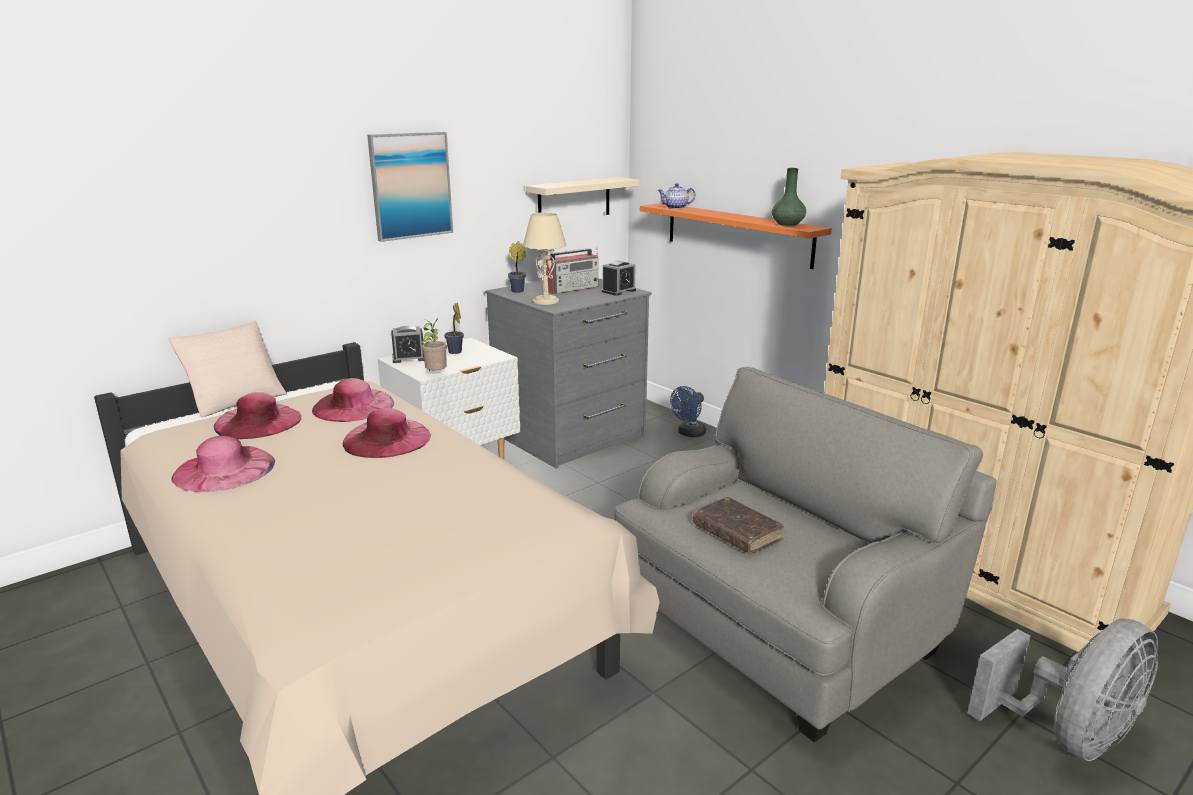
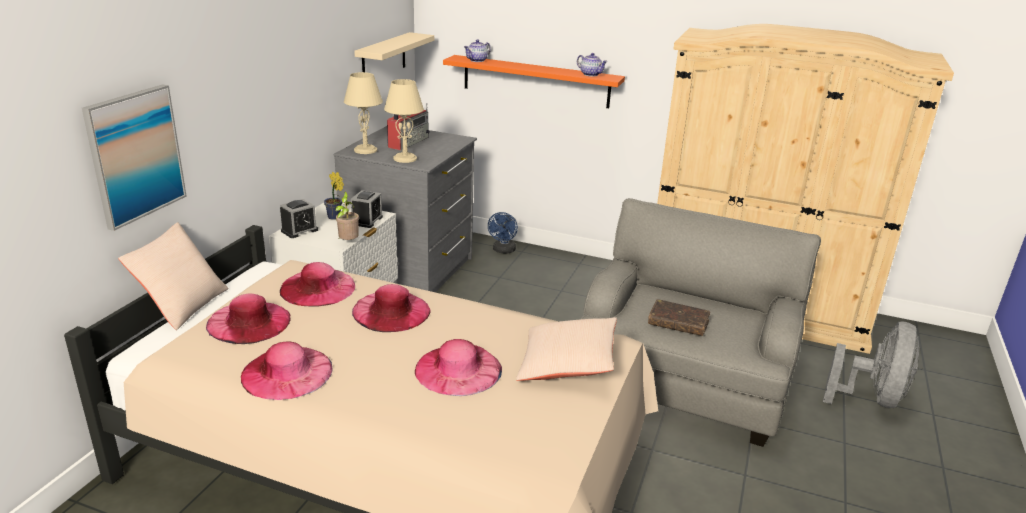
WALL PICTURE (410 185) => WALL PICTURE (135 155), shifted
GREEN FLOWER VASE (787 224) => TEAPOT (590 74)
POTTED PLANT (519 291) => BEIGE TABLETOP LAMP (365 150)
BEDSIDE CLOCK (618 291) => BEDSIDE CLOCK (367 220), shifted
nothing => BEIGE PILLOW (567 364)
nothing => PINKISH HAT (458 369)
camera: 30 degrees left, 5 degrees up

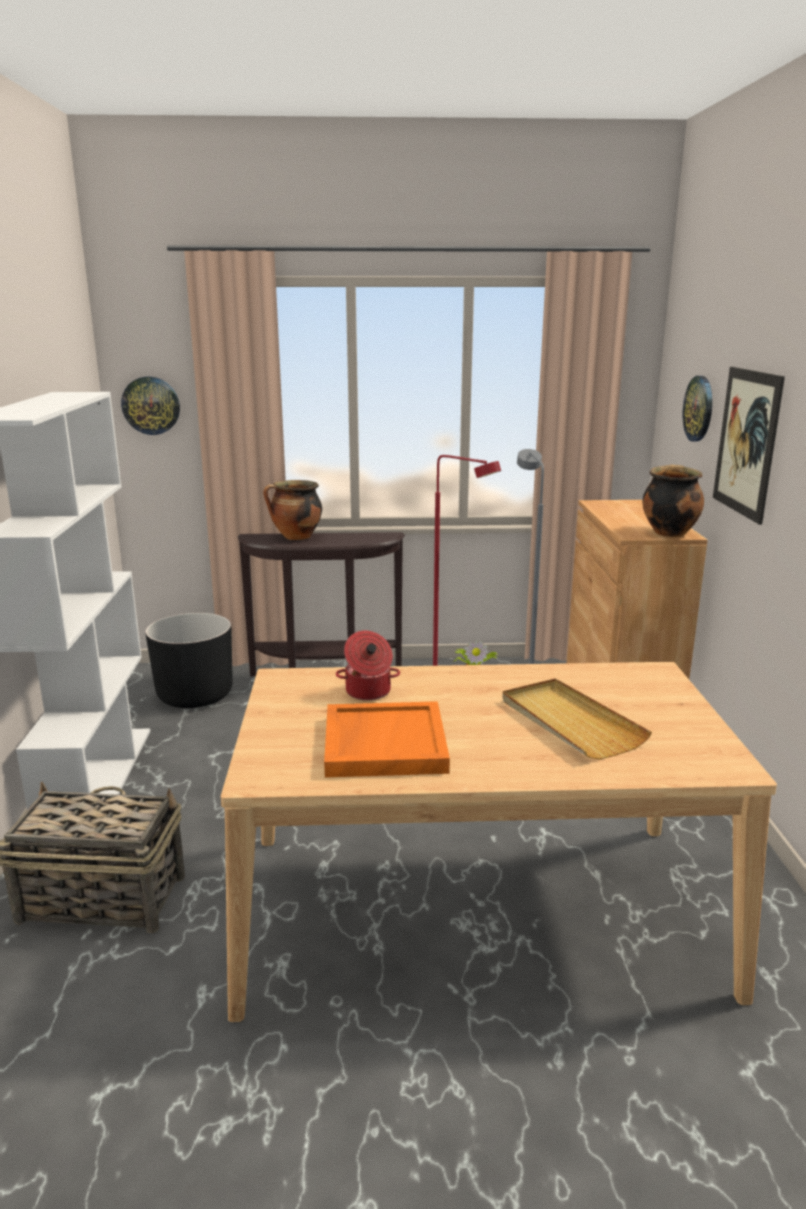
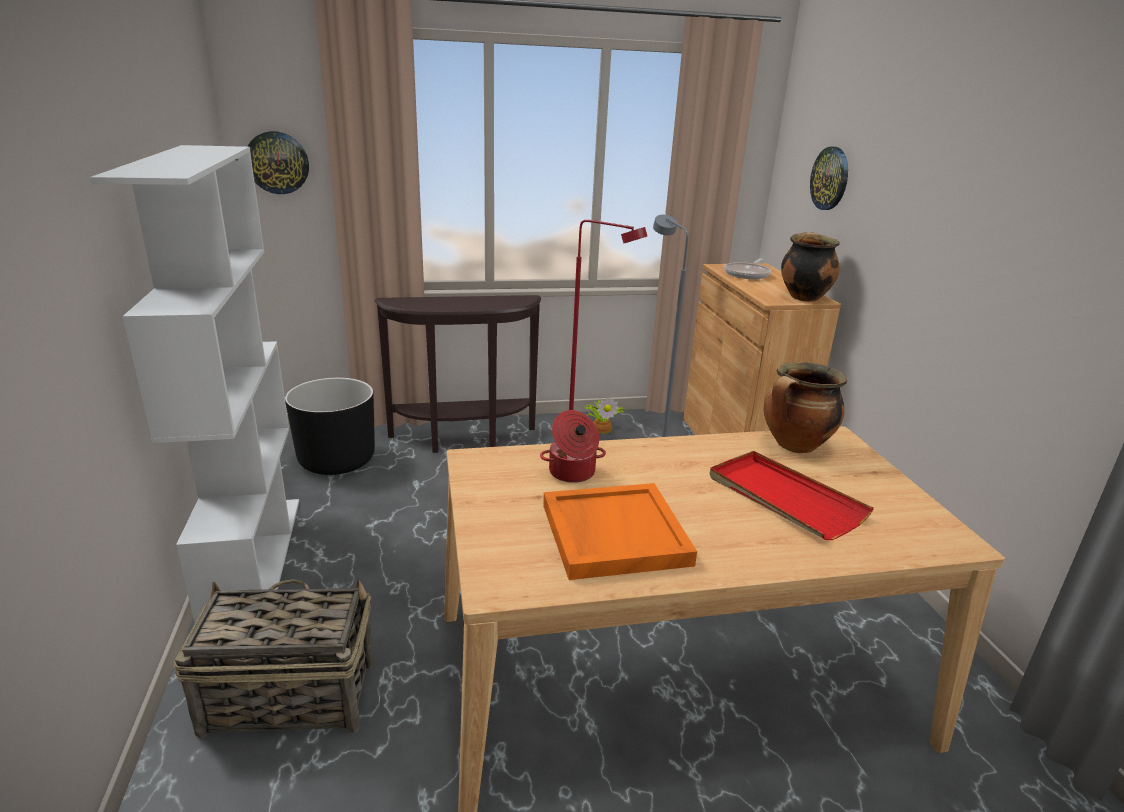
WALL PICTURE (746 442) => nothing
SAUCEPOT (296 537) => SAUCEPOT (795 446), shifted
BEIGE SERVING TRAY (570 722) => RED SERVING TRAY (784 498)
nothing => SKILLET (747 274)
camera: 10 degrees left, 5 degrees up

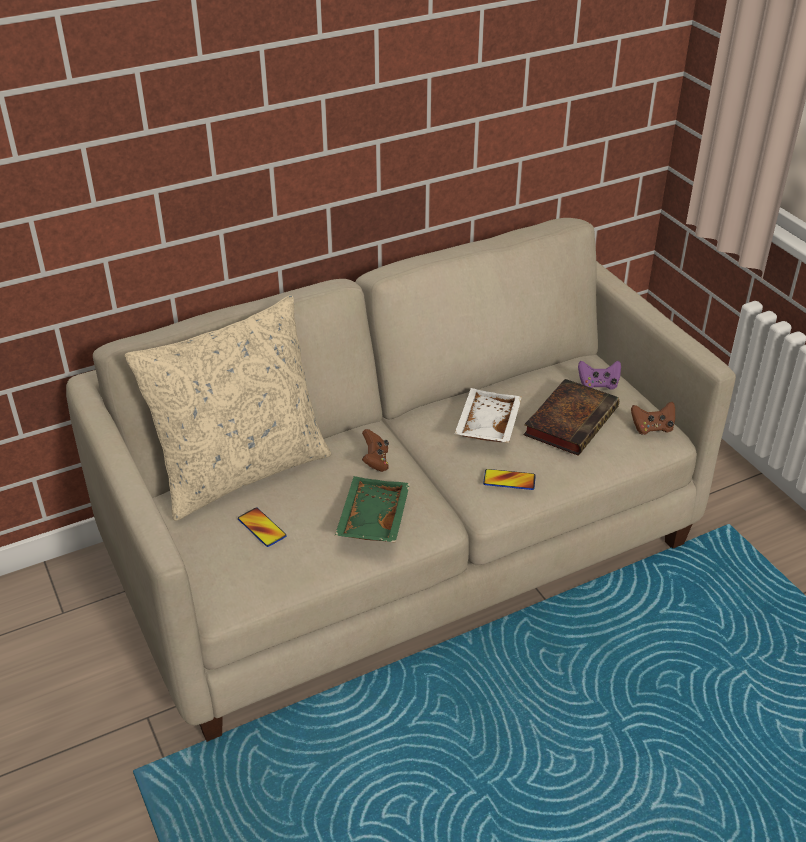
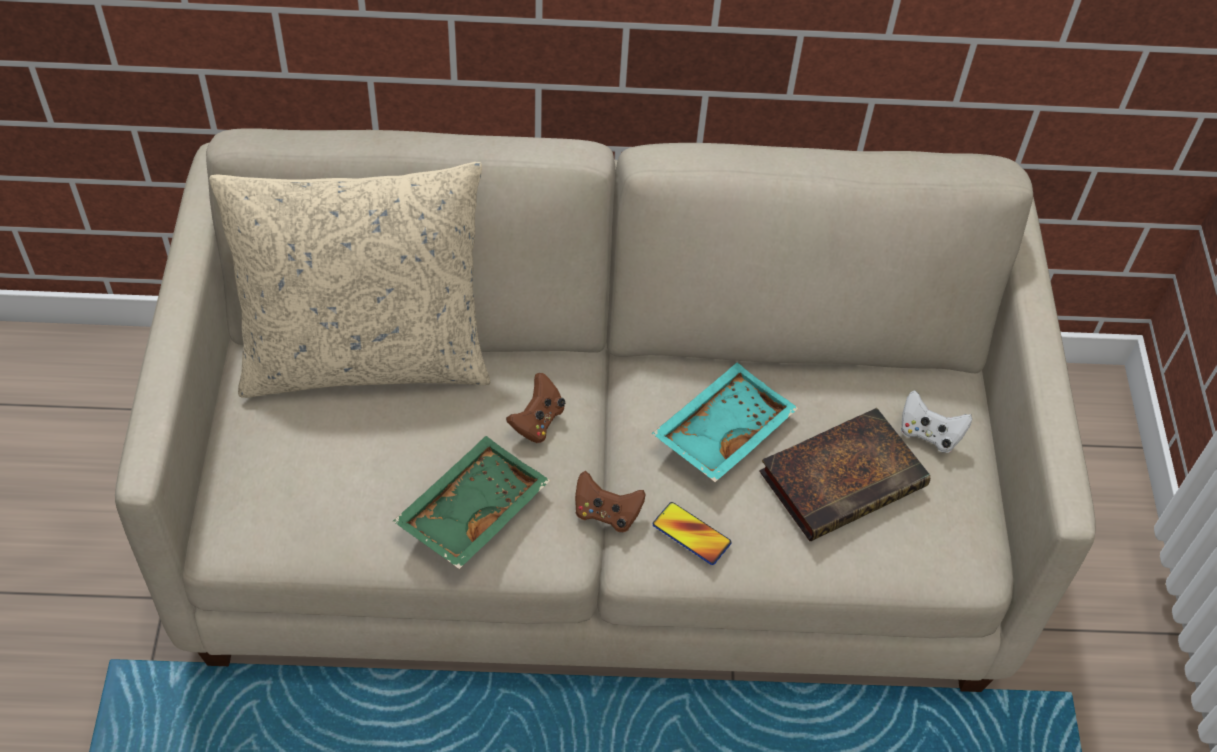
PURPLISH GAME CONTROLLER (598 385) => WHITISH GAME CONTROLLER (929 434)
WHITISH SERVING TRAY (486 425) => TURQUOISE-COLOURED SERVING TRAY (721 430)
BROWN GAME CONTROLLER (652 428) => BROWN GAME CONTROLLER (606 513), shifted
PHONE (262 528) => nothing
camera: 25 degrees right, 15 degrees up

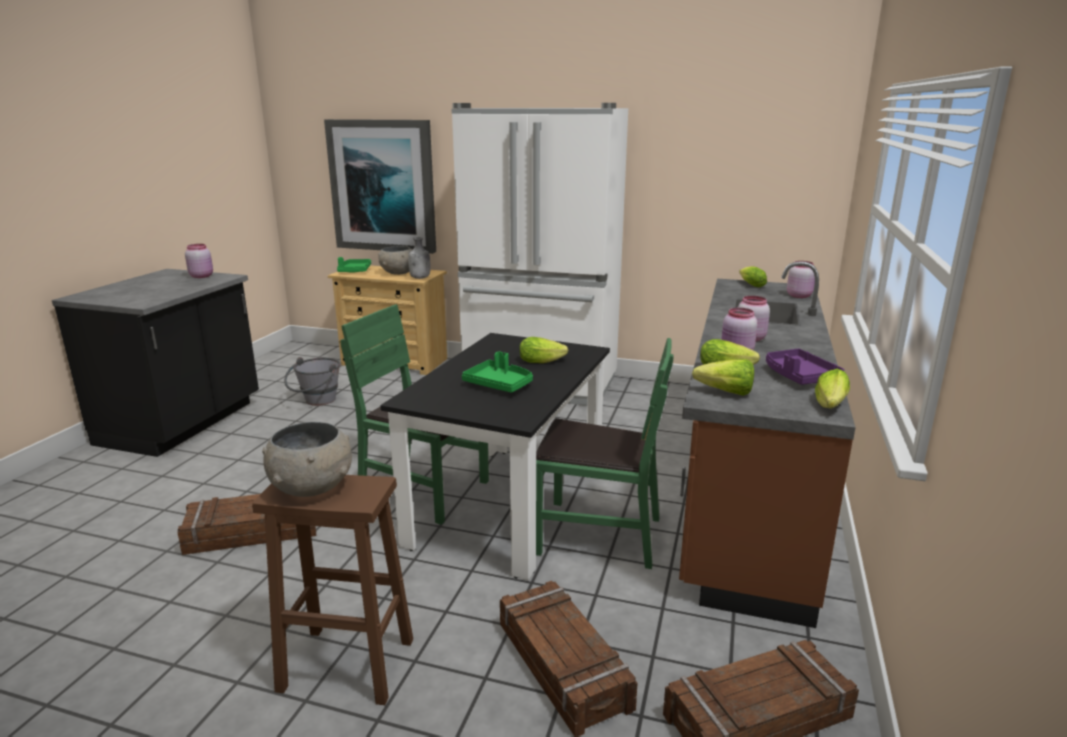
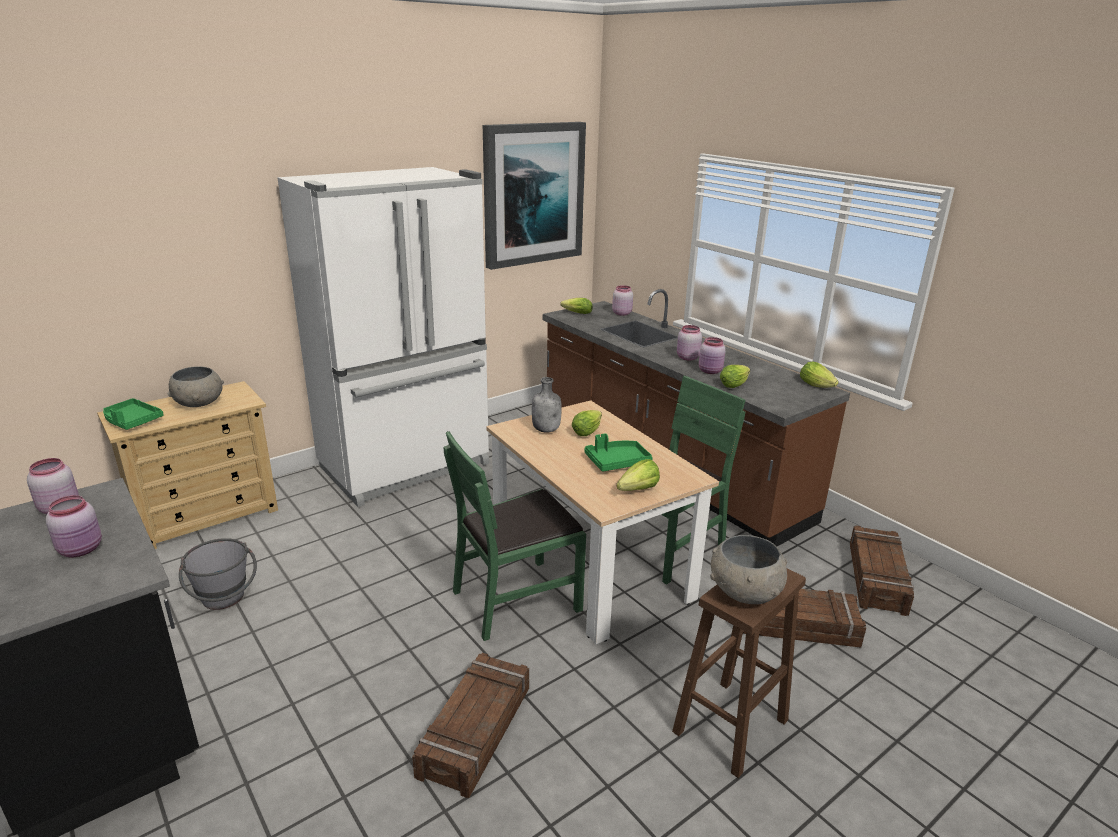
WALL PICTURE (383 186) => WALL PICTURE (532 194), shifted
GREY BEVERAGE BOTTLE (420 278) => GREY BEVERAGE BOTTLE (546 429), shifted
BLACK KITCHEN TABLE (509 506) => BEIGE KITCHEN TABLE (589 567)
PURPLISH SERVING TRAY (799 376) => nothing
HEAD OF LETTUCE (721 391) => HEAD OF LETTUCE (634 491), shifted
nothing => PINKISH JAR (82 549)
camera: 55 degrees left, 5 degrees up

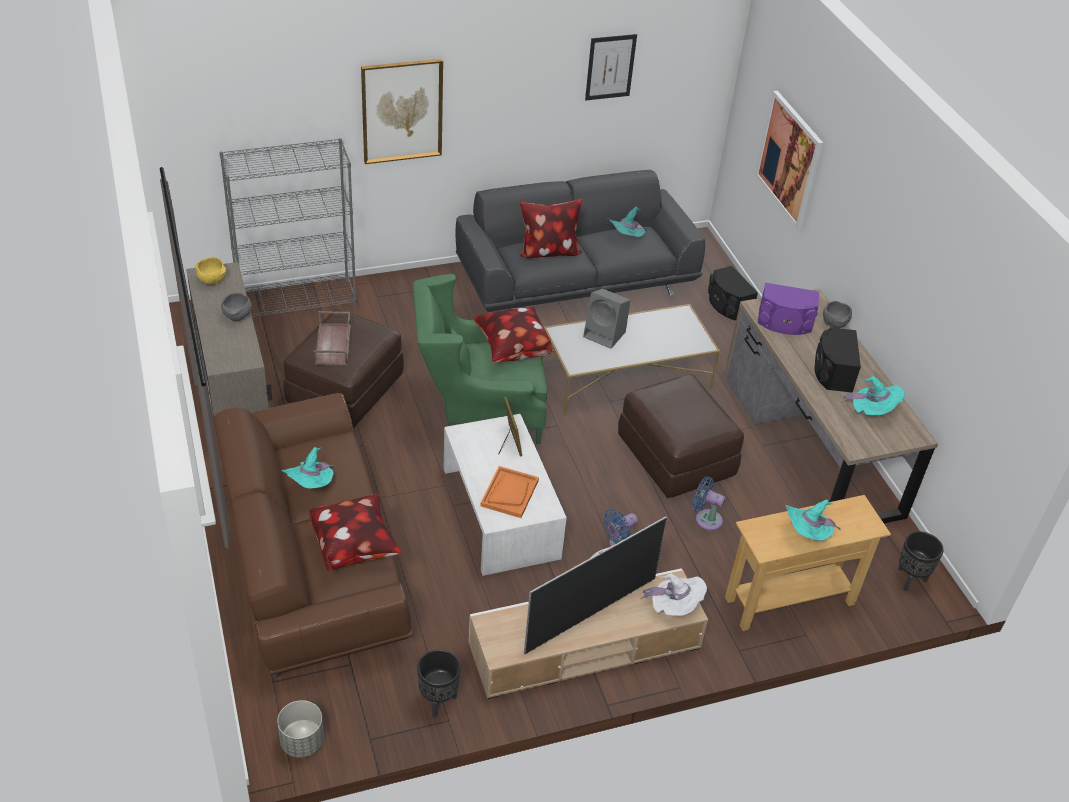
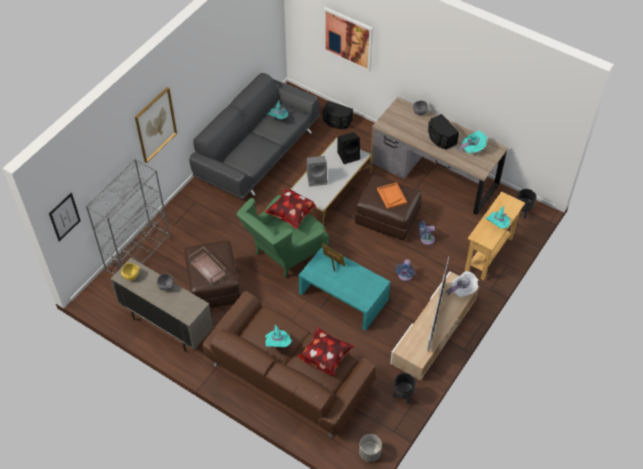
WALL PICTURE (610 67) => WALL PICTURE (64 217), shifted
PILLOW (548 251) => nothing
PURPLISH LOUDSPEAKER (784 322) => nothing
WHITISH COFFEE TABLE (499 513) => TURQUOISE-COLOURED COFFEE TABLE (343 297)
ORANGE SERVING TRAY (509 493) => ORANGE SERVING TRAY (391 196), shifted
nothing => BLACK LOUDSPEAKER (349 155)
camera: 35 degrees left, 10 degrees up

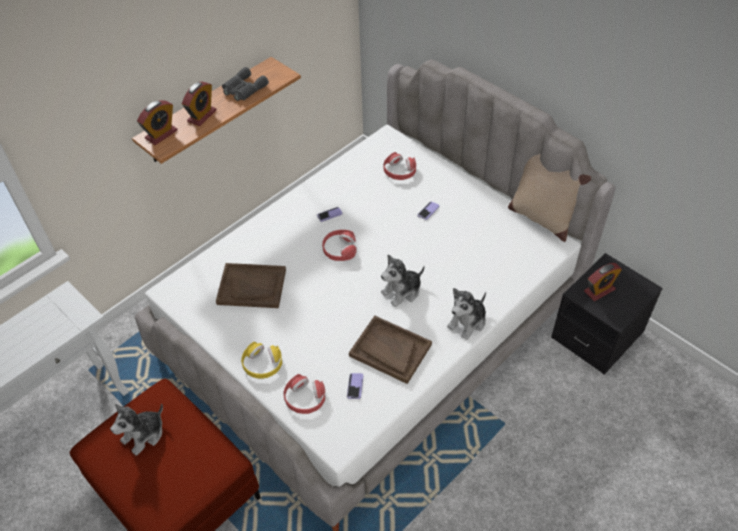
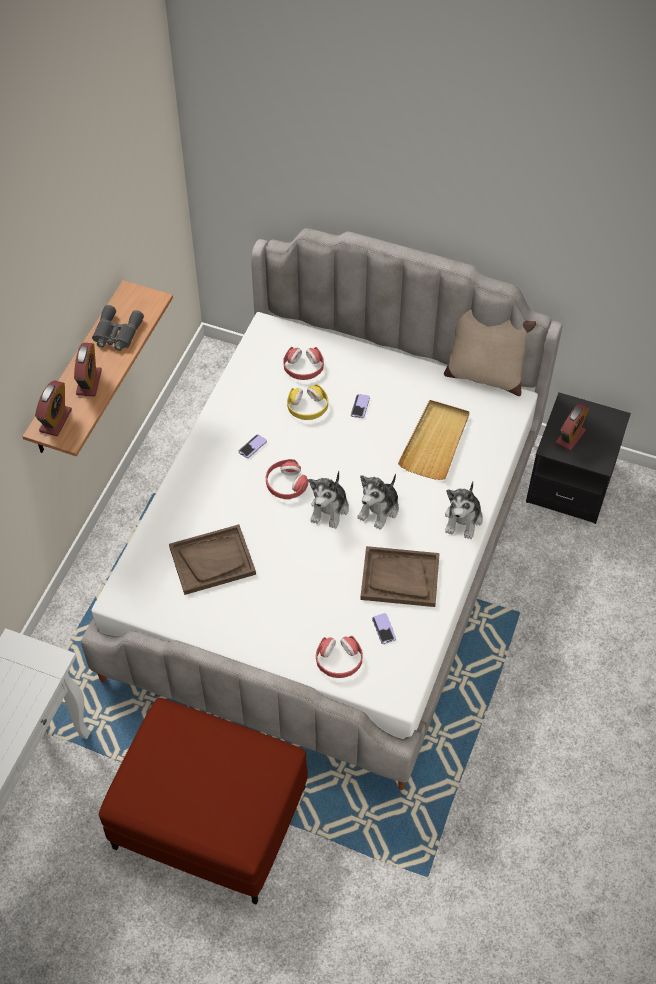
YELLOW PAIR OF HEADPHONES (262 364) => YELLOW PAIR OF HEADPHONES (307 407), shifted
PLUSH TOY (144 434) => PLUSH TOY (329 509), shifted
nothing => BEIGE SERVING TRAY (435 442)
camera: 25 degrees left, 5 degrees up

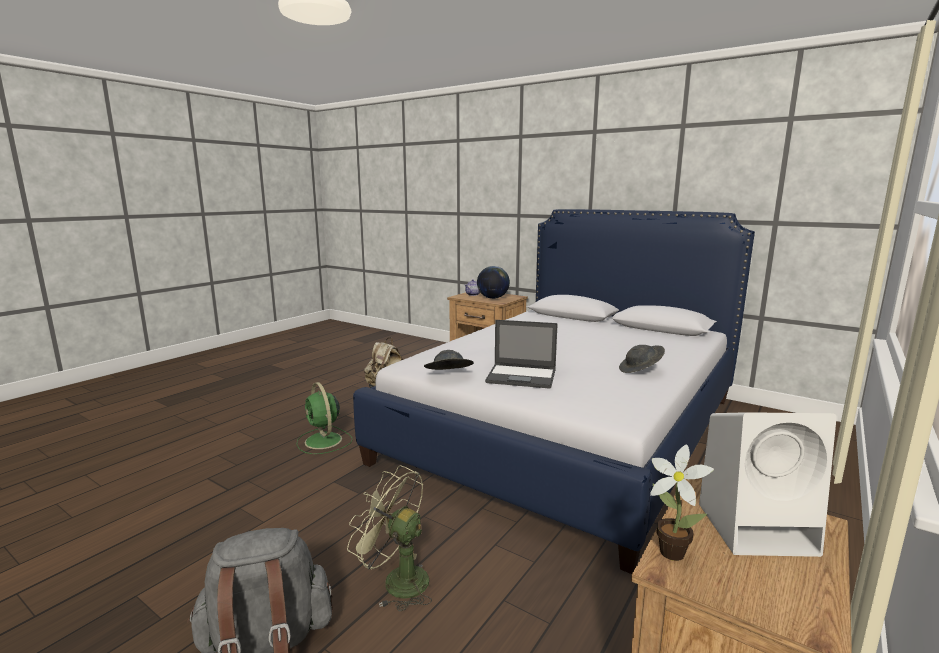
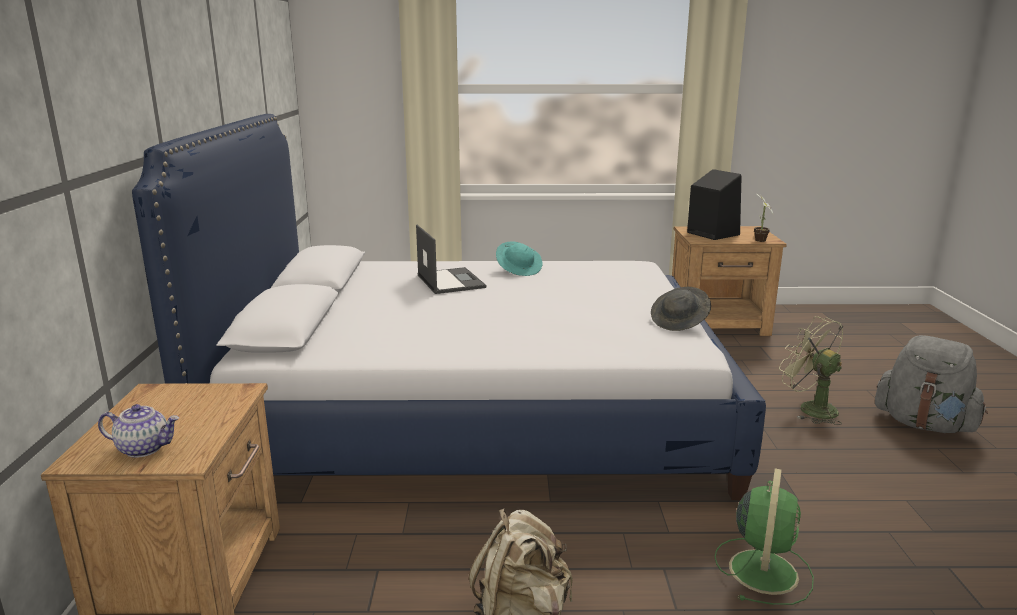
DESK GLOBE (493 298) => nothing
LAPTOP (522 376) => LAPTOP (450 281), shifted
GREY HAT (640 370) => TURQUOISE-COLOURED HAT (519 270)
WHITISH LOUDSPEAKER (758 528) => BLACK LOUDSPEAKER (711 233)
GREEN COOLING FAN (397 580) => GREEN COOLING FAN (810 408), 150 degrees clockwise
camera: 125 degrees left, 5 degrees up

